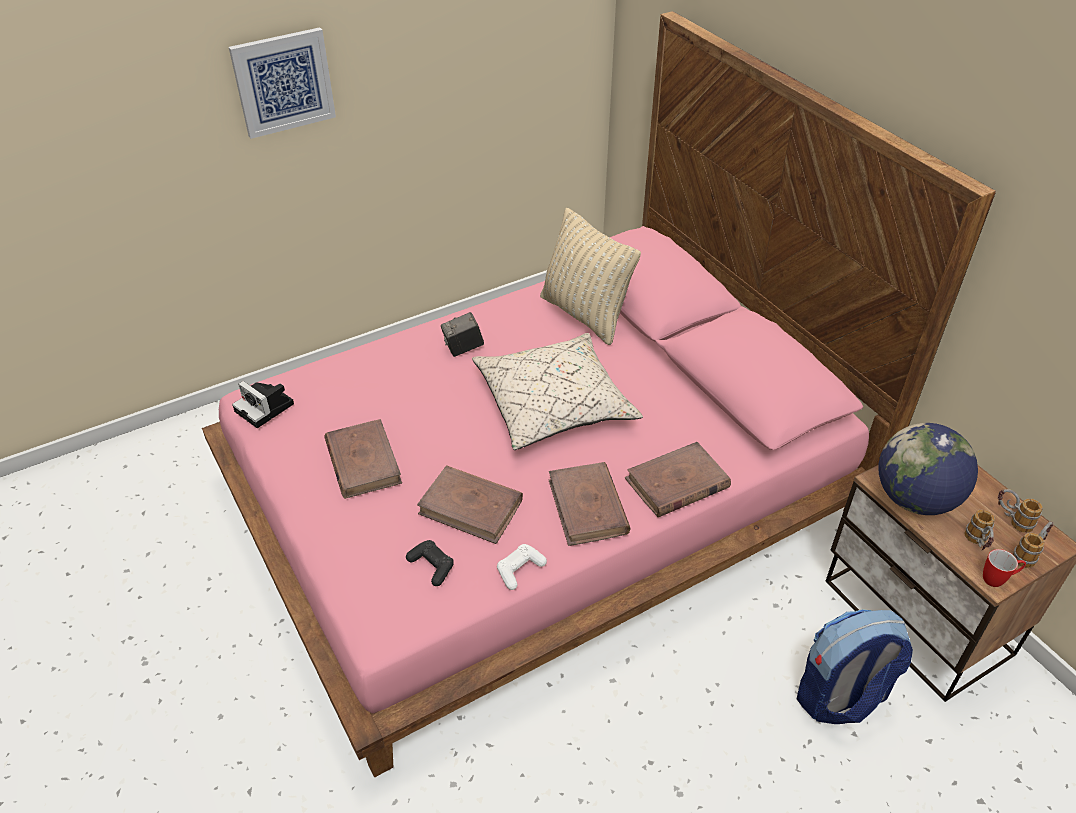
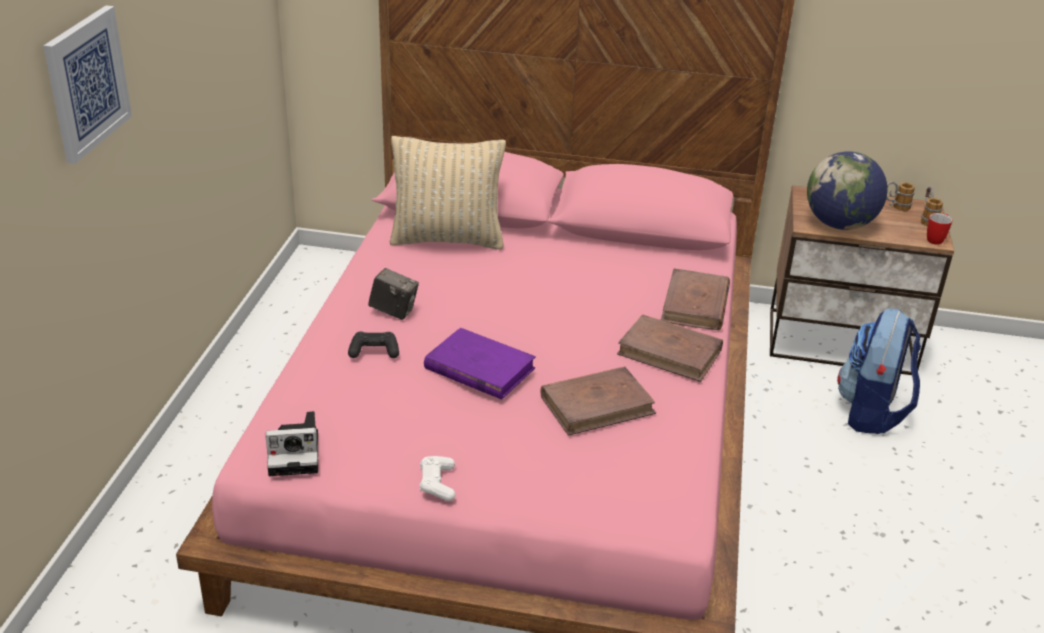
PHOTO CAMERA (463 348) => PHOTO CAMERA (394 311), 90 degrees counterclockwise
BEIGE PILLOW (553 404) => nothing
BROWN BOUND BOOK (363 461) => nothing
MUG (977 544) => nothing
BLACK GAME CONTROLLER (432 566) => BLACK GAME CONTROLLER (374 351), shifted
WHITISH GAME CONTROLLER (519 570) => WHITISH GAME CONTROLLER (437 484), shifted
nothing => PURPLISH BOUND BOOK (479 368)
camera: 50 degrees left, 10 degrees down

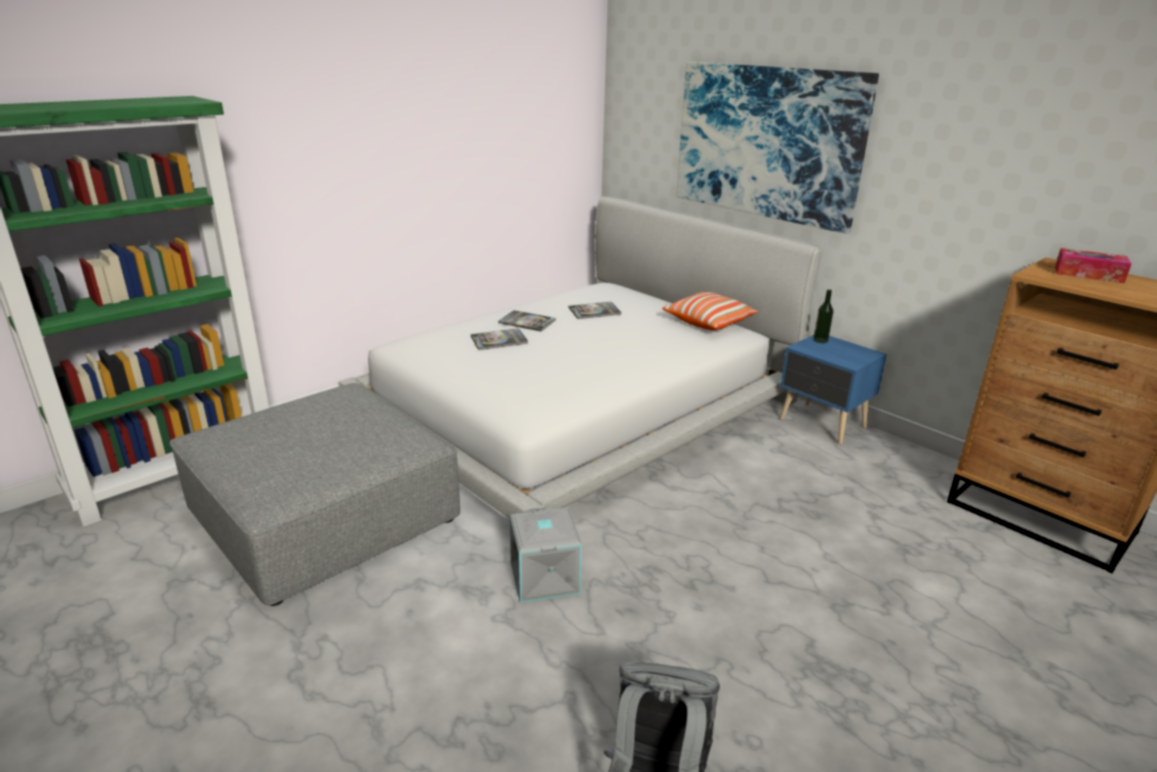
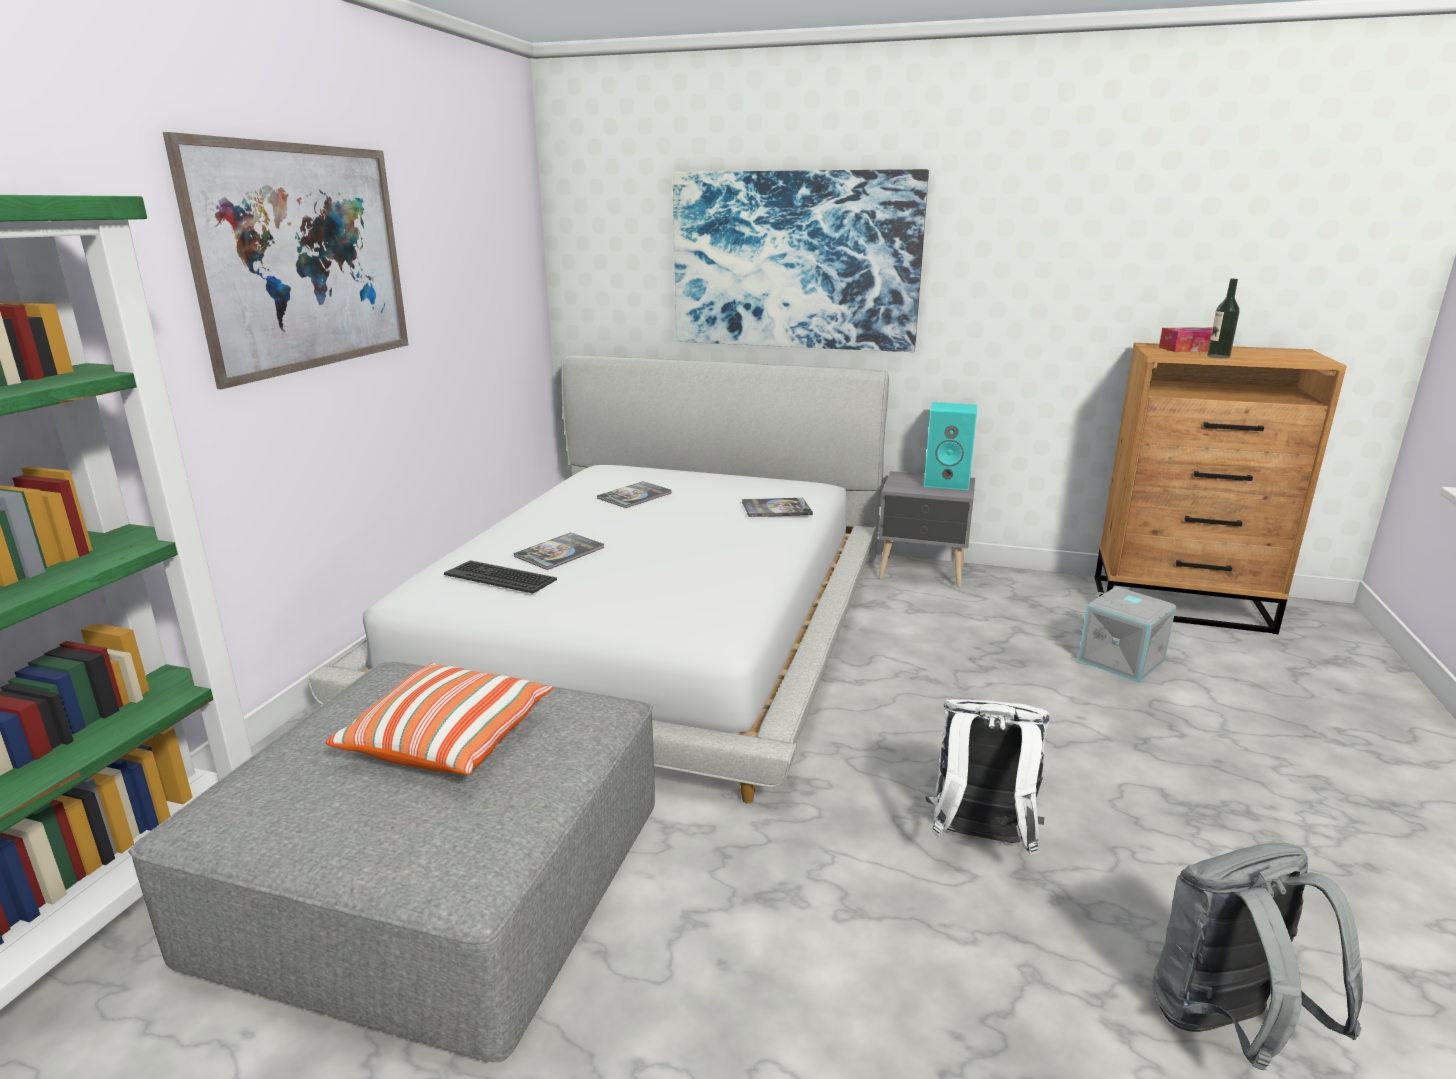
BEVERAGE BOTTLE (820 340) => BEVERAGE BOTTLE (1218 356), shifted
PILLOW (709 322) => PILLOW (449 739), shifted
BOUND BOOK (527 322) => BOUND BOOK (776 509), shifted
BLUE BEDSIDE TABLE (822 424) => GREY BEDSIDE TABLE (922 573)
GREY STORAGE BOX (546 578) => GREY STORAGE BOX (1122 660), shifted
nothing => WALL PICTURE (306 258)
nothing => TURQUOISE-COLOURED LOUDSPEAKER (948 482)
nothing => PC KEYBOARD (501 577)
nothing => WHITISH BACKPACK (979 840)
camera: 30 degrees left, 5 degrees down

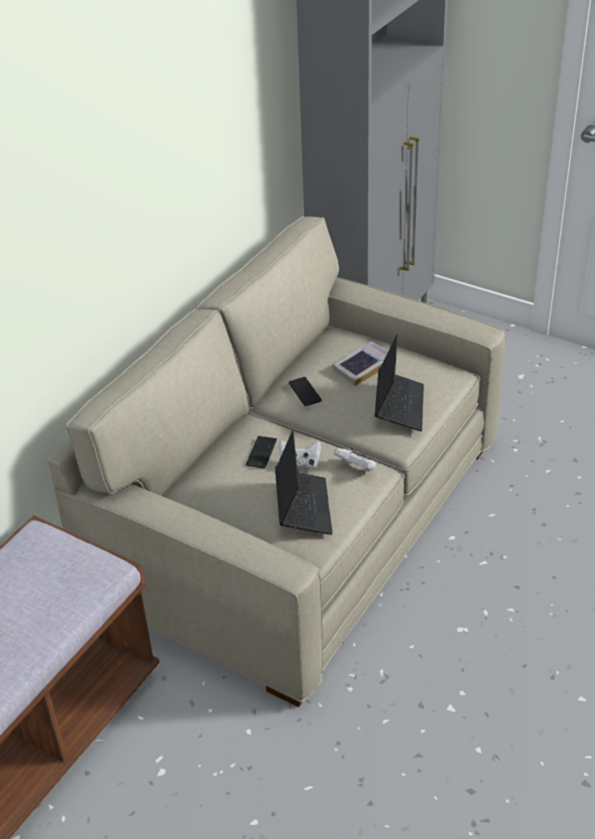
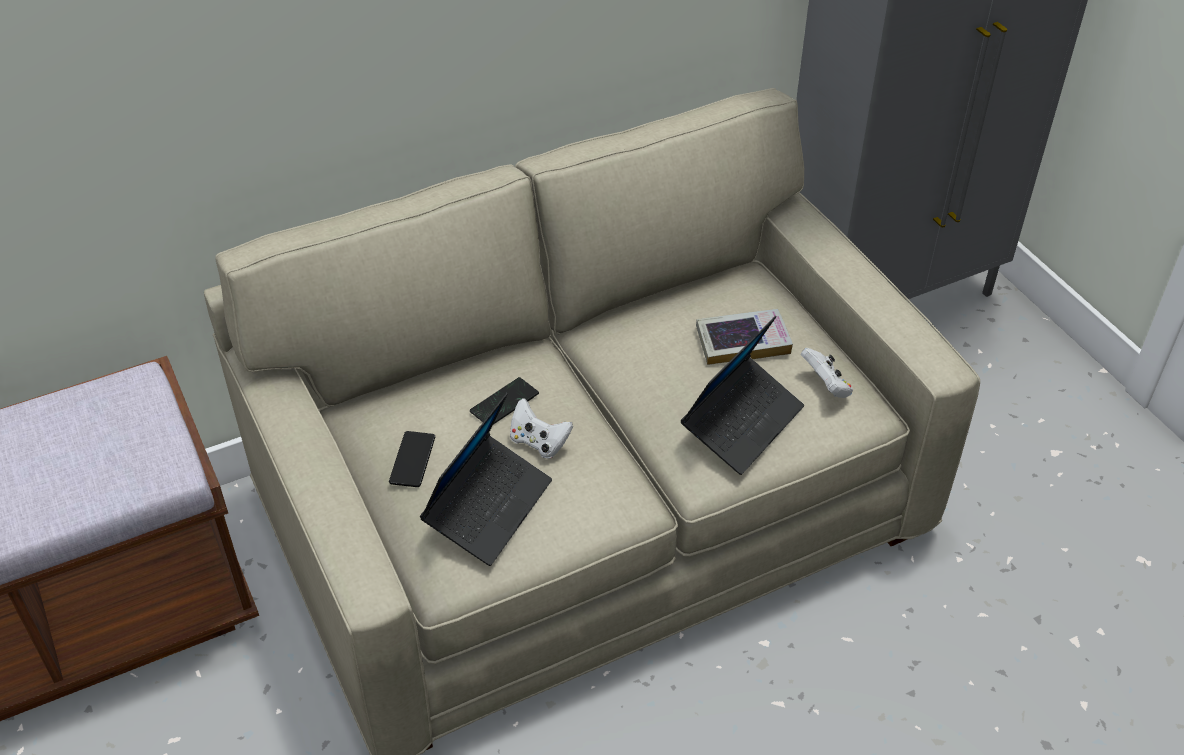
PHONE (305 392) => PHONE (412 460), shifted
WHITISH GAME CONTROLLER (357 468) => WHITISH GAME CONTROLLER (826 386), shifted
camera: 30 degrees right, 5 degrees up

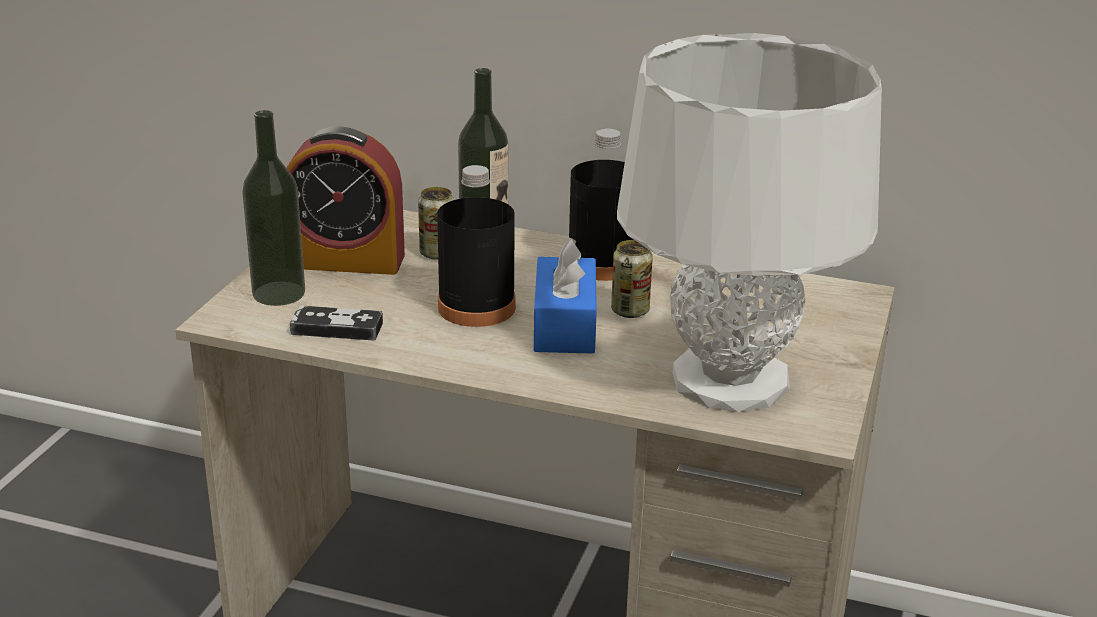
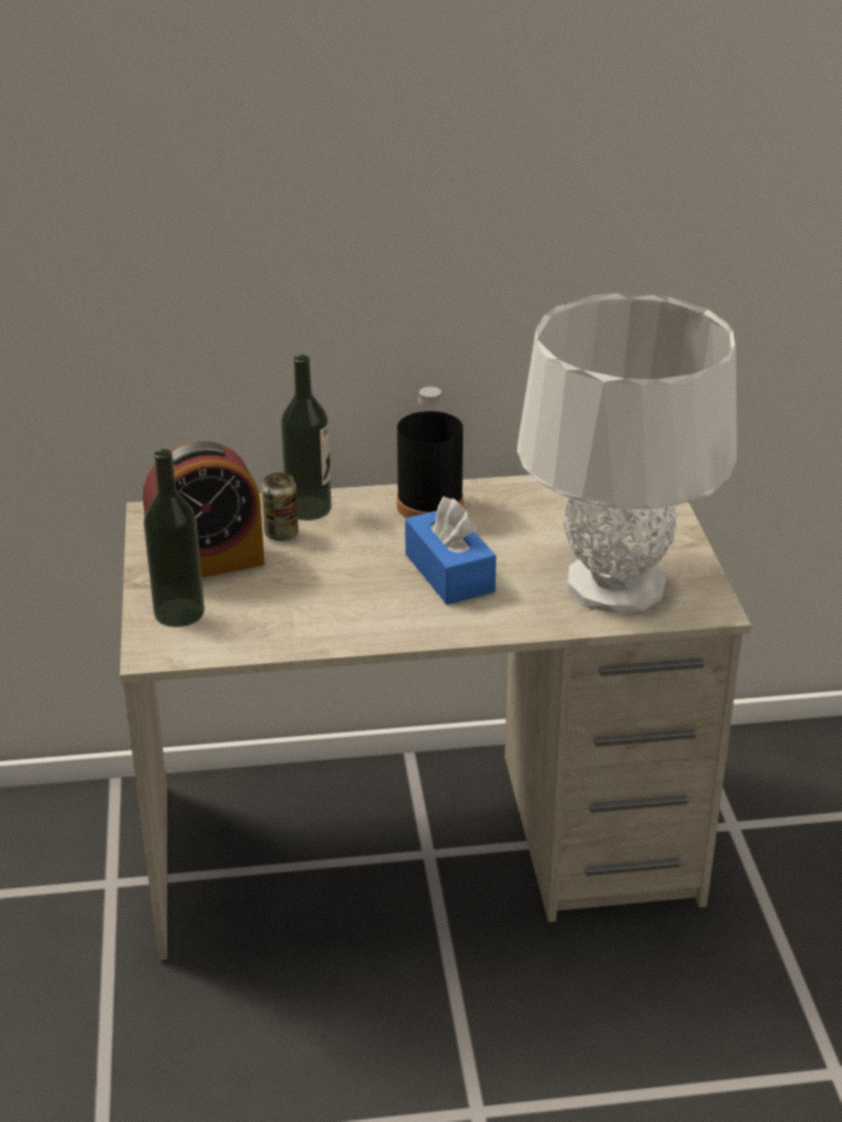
BLACK BEVERAGE BOTTLE (476 307) => nothing
CAN (630 311) => nothing
GAME CONTROLLER (337 328) => nothing
camera: 25 degrees left, 5 degrees up

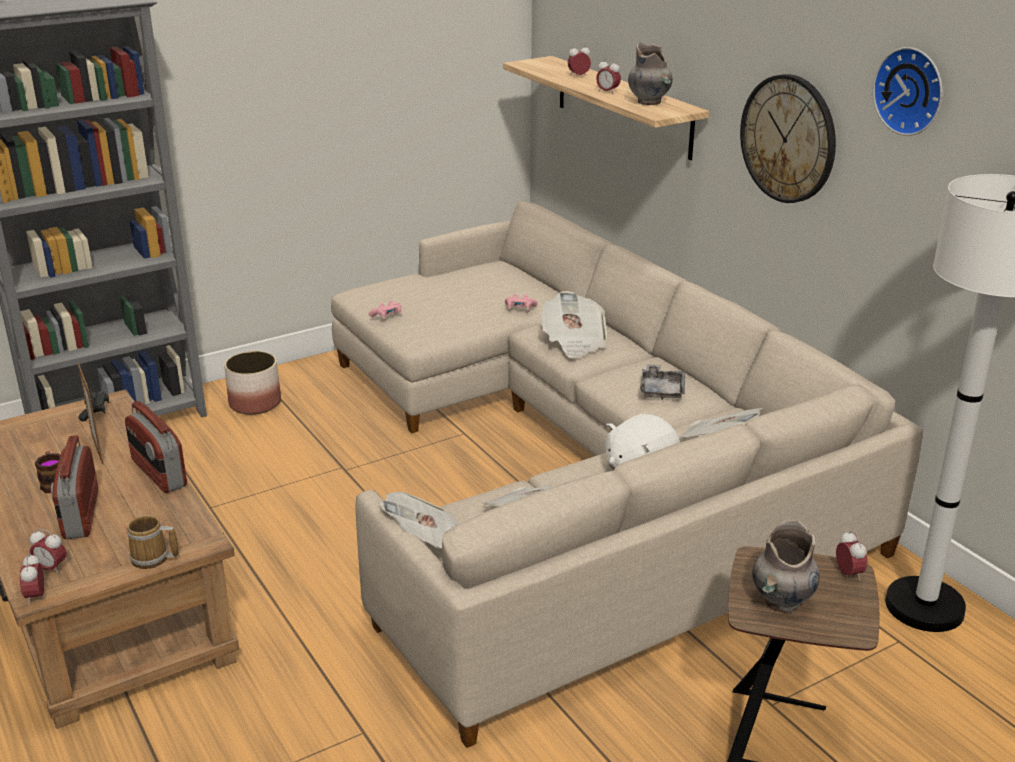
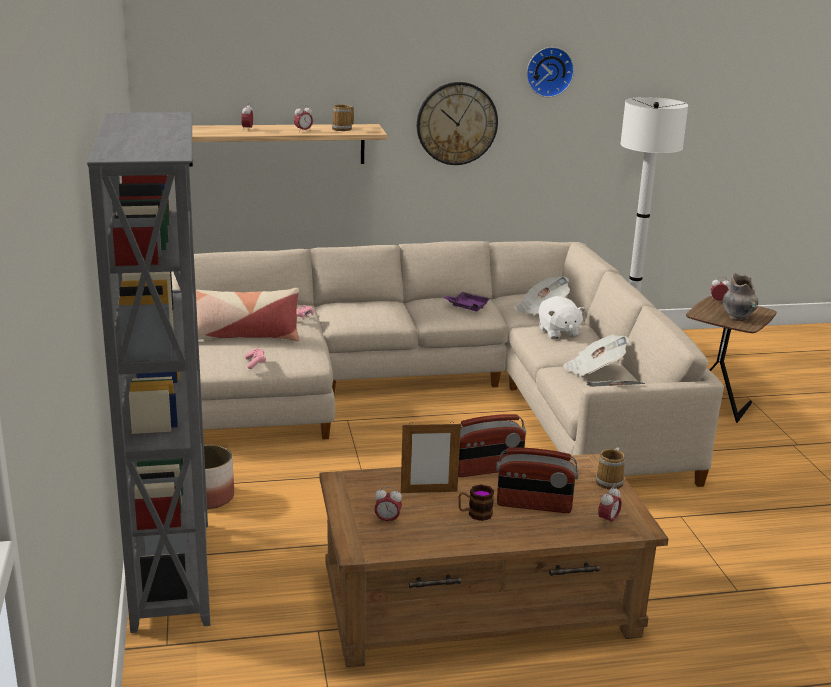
GREY FLOWER VASE (649 102) => MUG (343 129)
DAILY PAPER (573 342) => nothing
GREY SERVING TRAY (661 390) => PURPLISH SERVING TRAY (467 306)
BLACK GAME CONTROLLER (95 412) => nothing
BEDSIDE CLOCK (36 597) => BEDSIDE CLOCK (387 520), shifted
nothing => PILLOW (243 336)
camera: 70 degrees left, 5 degrees down

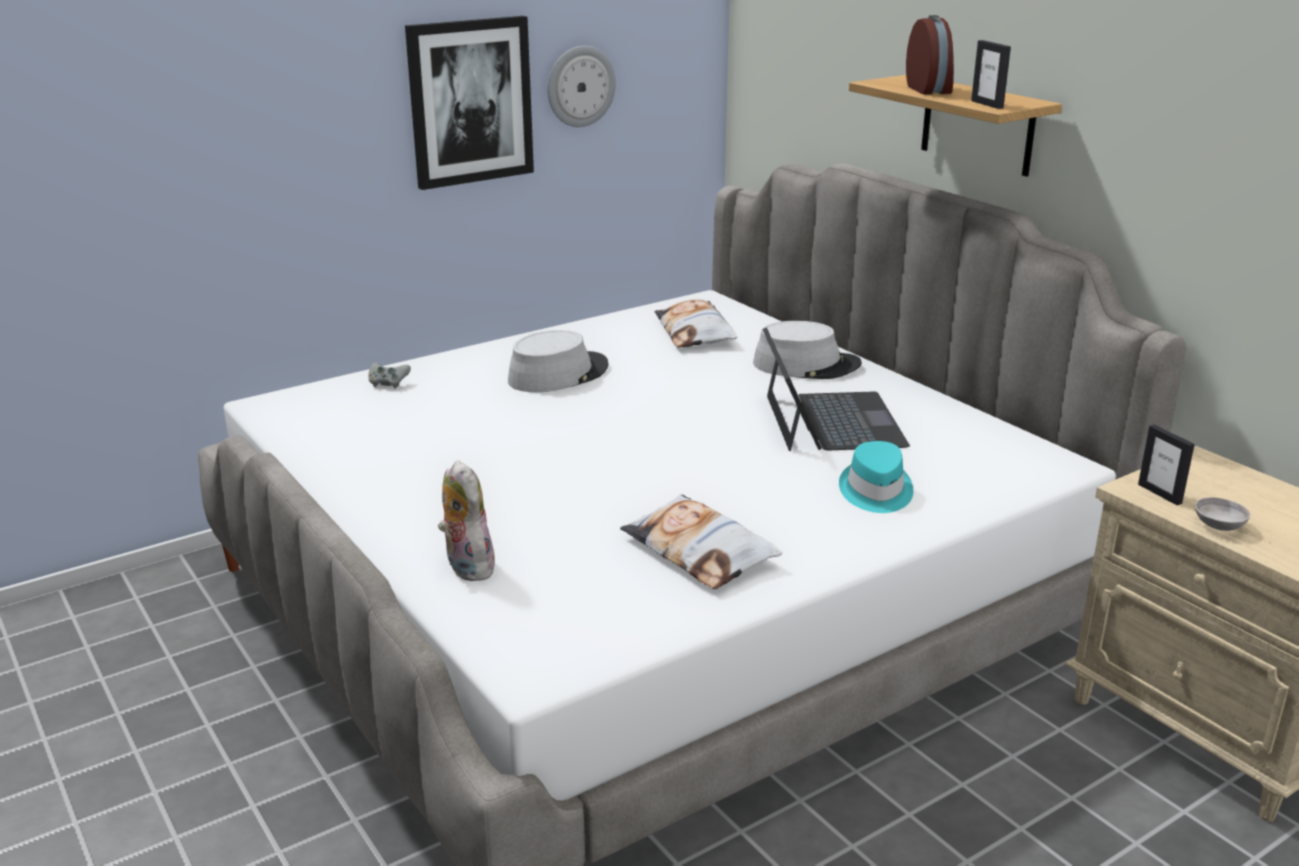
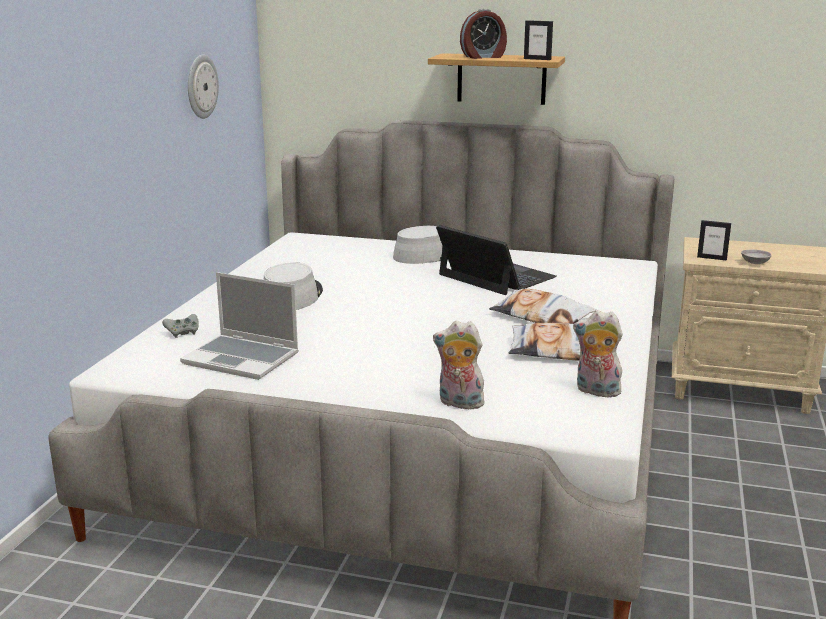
BEDSIDE CLOCK (929 89) => BEDSIDE CLOCK (483 57), 120 degrees clockwise
WALL PICTURE (470 102) => nothing
PILLOW (695 333) => PILLOW (541 317), shifted
TURQUOISE-COLOURED HAT (875 491) => nothing
nothing => LAPTOP (243 359)
nothing => PLUSH TOY (596 391)
camera: 40 degrees left, 5 degrees down

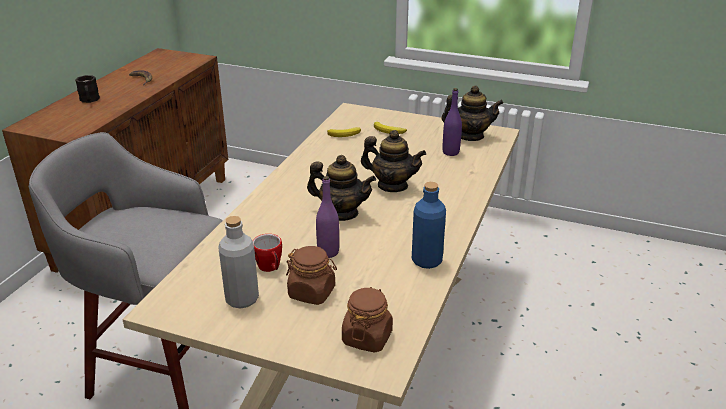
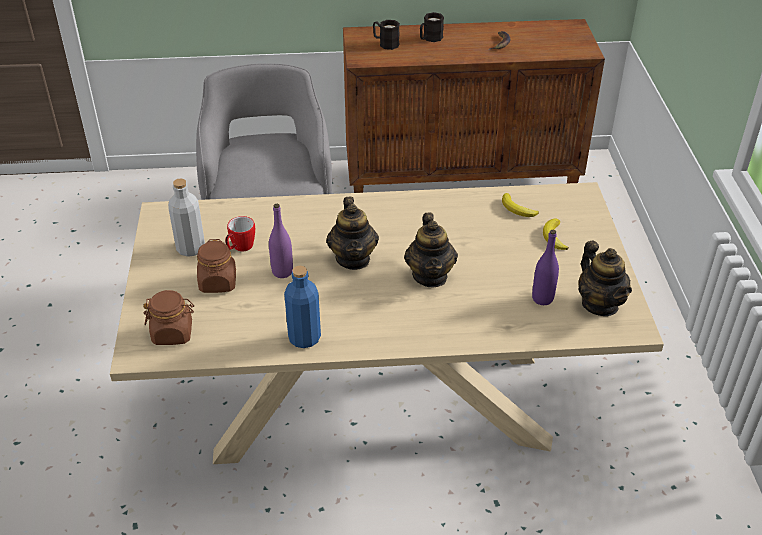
nothing => BLACK MUG (385 43)
camera: 65 degrees right, 10 degrees up

